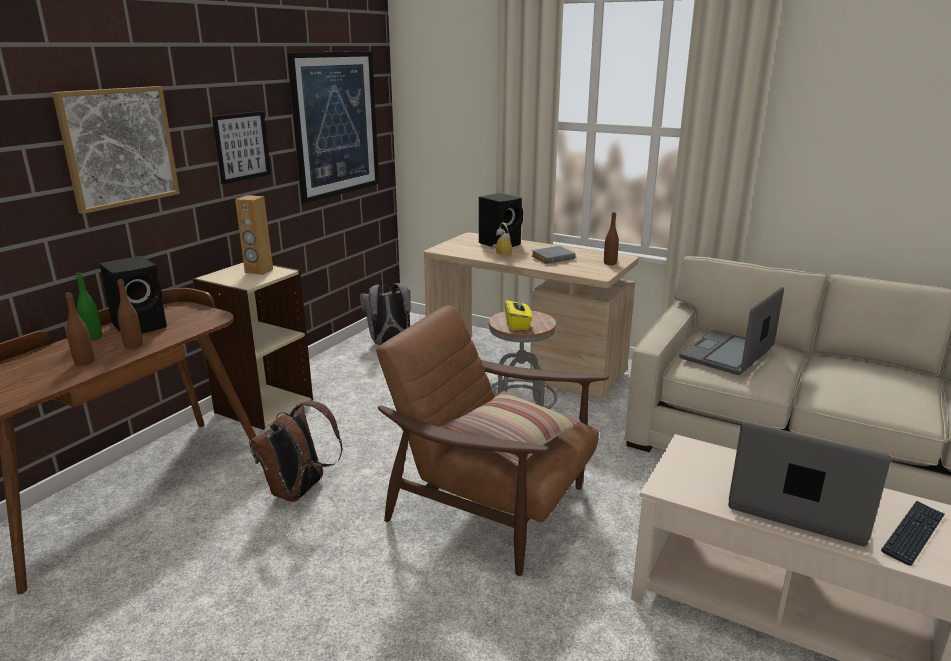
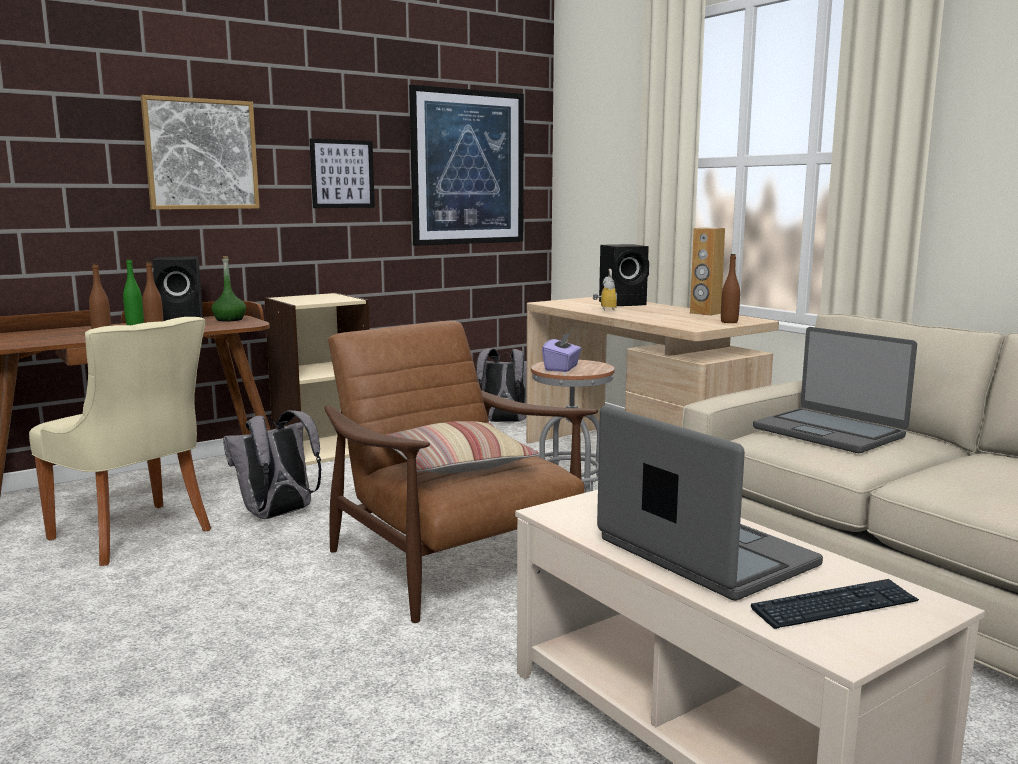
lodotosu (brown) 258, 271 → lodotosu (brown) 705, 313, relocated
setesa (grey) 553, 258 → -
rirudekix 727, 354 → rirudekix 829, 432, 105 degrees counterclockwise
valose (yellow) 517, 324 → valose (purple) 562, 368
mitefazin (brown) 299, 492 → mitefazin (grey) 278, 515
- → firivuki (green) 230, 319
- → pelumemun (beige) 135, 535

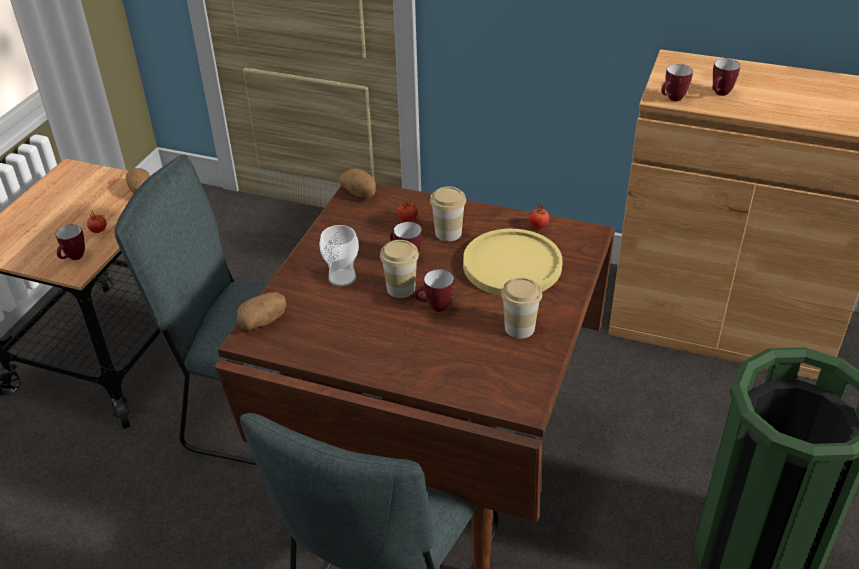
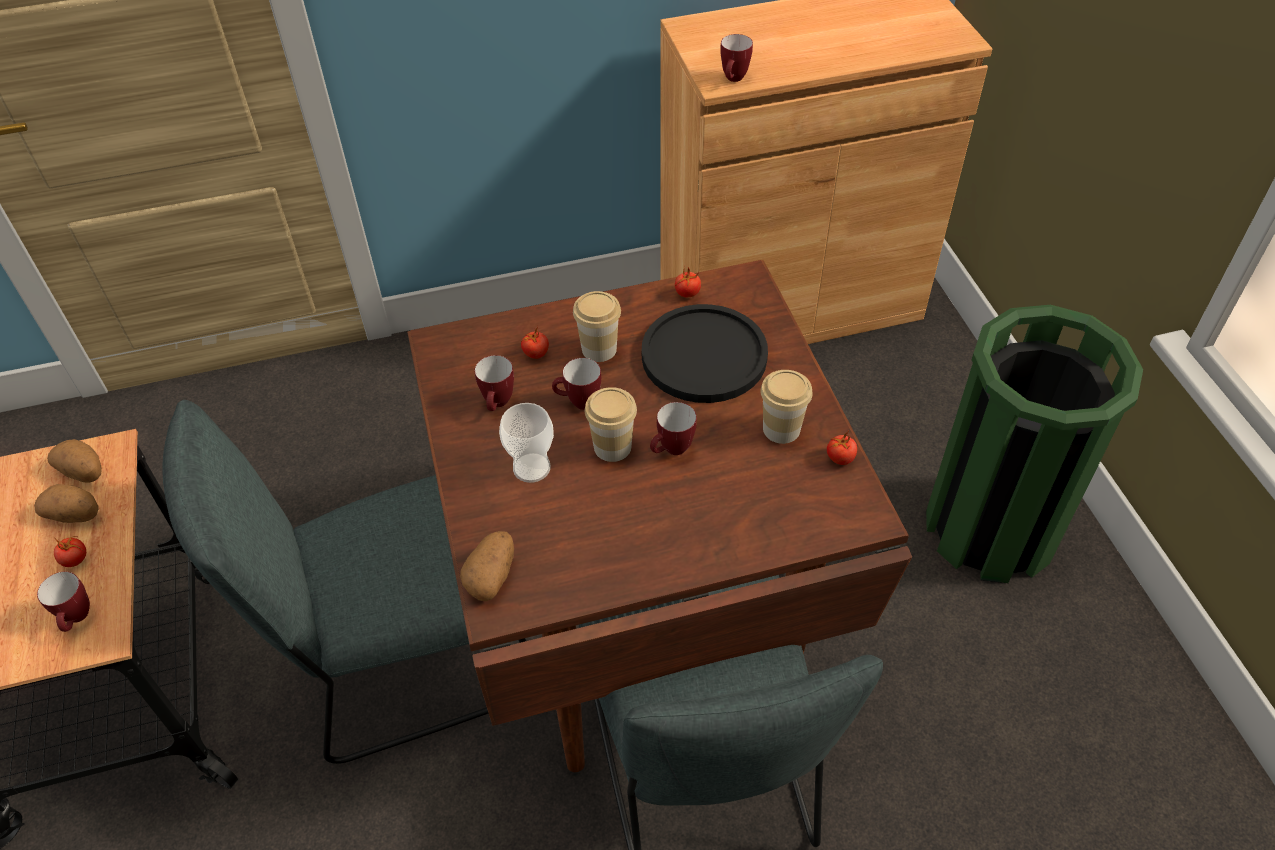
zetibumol 720, 94 → zetibumol 498, 404, relocated
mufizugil 360, 193 → mufizugil 75, 514, relocated
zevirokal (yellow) 512, 265 → zevirokal (black) 704, 355
- → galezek 840, 458

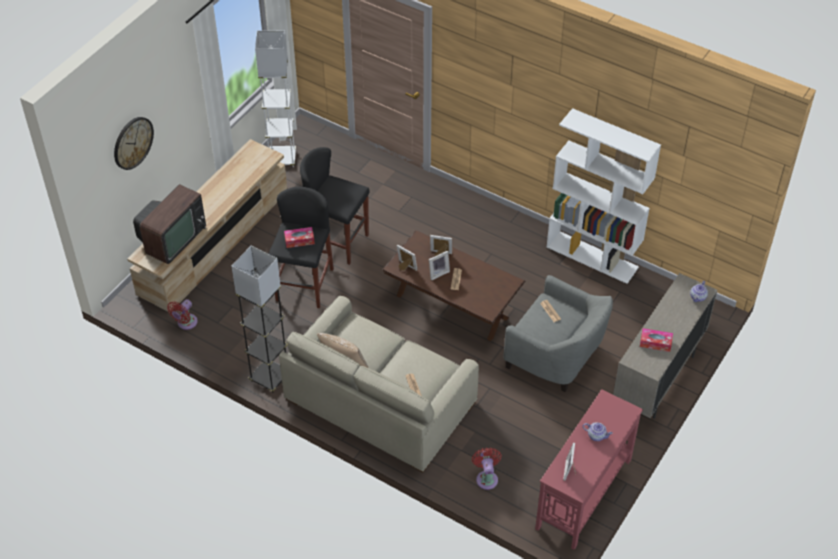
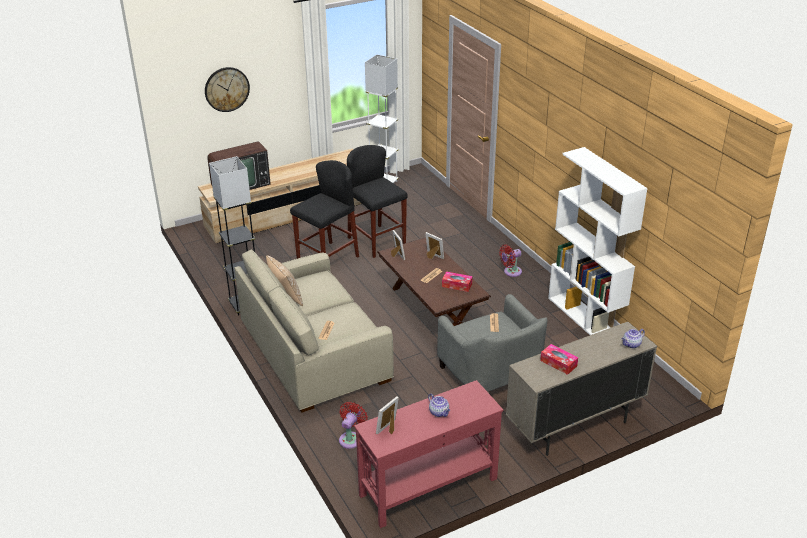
valose 299, 240 → valose 457, 285, relocated
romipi 438, 273 → -
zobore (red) 185, 323 → zobore (red) 511, 272, relocated

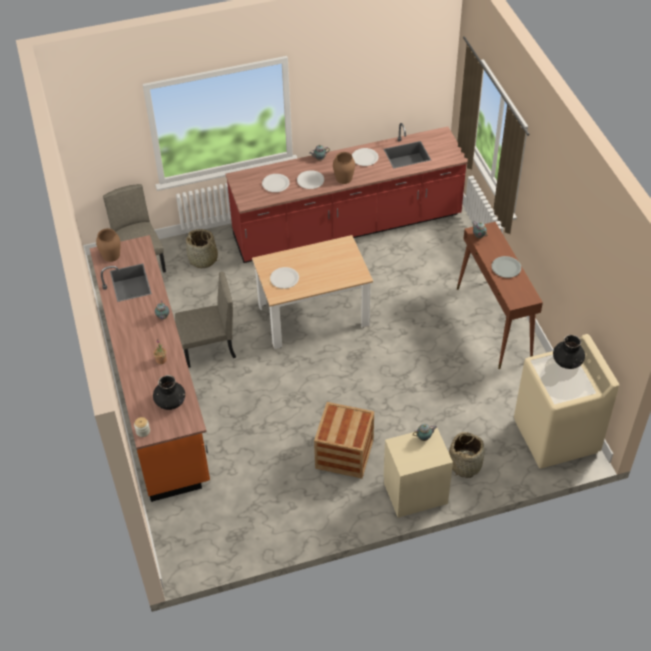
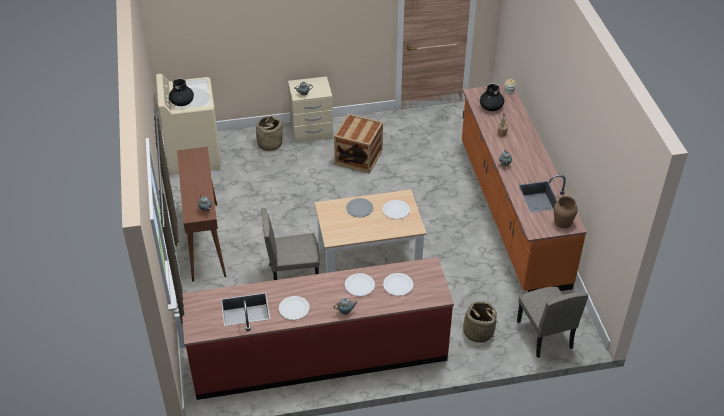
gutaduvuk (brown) 343, 178 → -
zevirokal (grey) 506, 267 → zevirokal (grey) 359, 208, relocated
pelumemun (beige) 208, 348 → pelumemun (beige) 293, 274, relocated

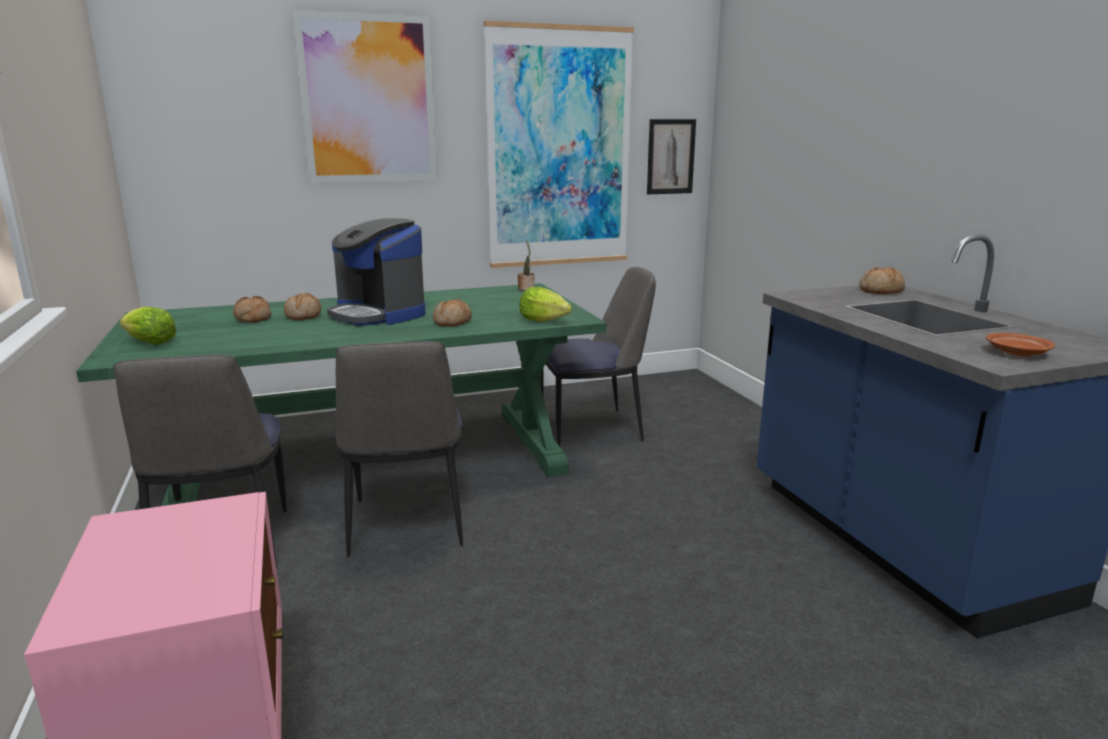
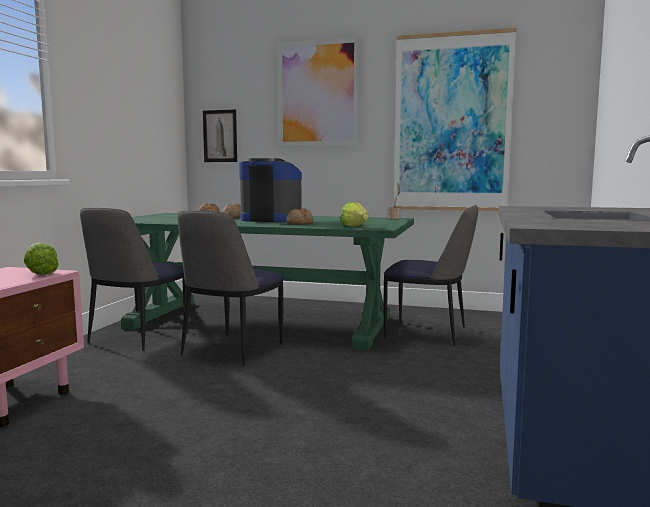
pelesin 670, 156 → pelesin 220, 136, relocated
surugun 378, 314 → surugun 271, 219, 120 degrees clockwise
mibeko 881, 291 → -
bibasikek 150, 343 → bibasikek 41, 273, relocated
zevirokal (brown) 1016, 353 → -

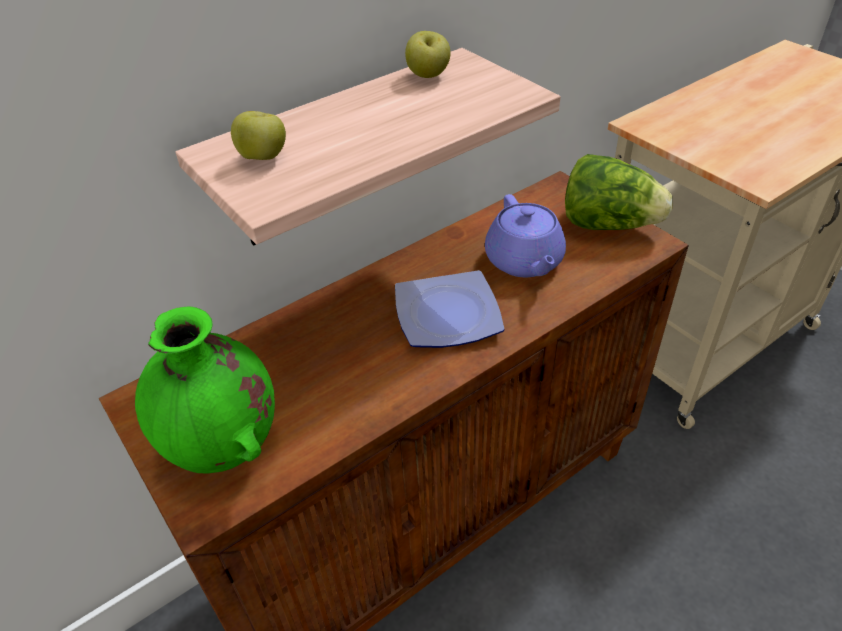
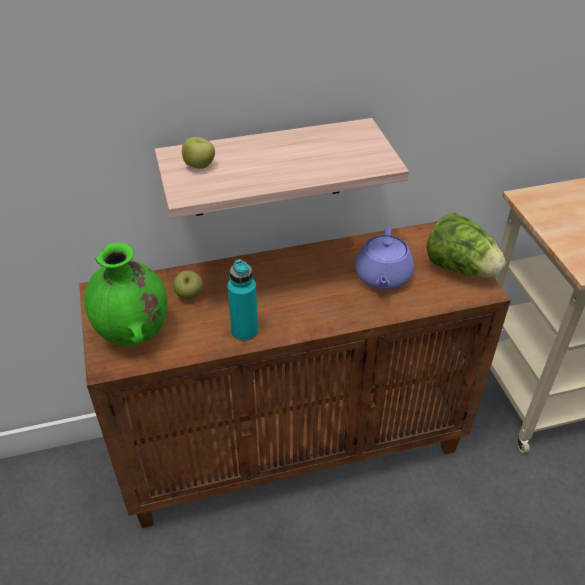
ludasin 428, 76 → ludasin 189, 296, relocated
zevirokal 446, 317 → -
- → firivuki (turquoise) 244, 331

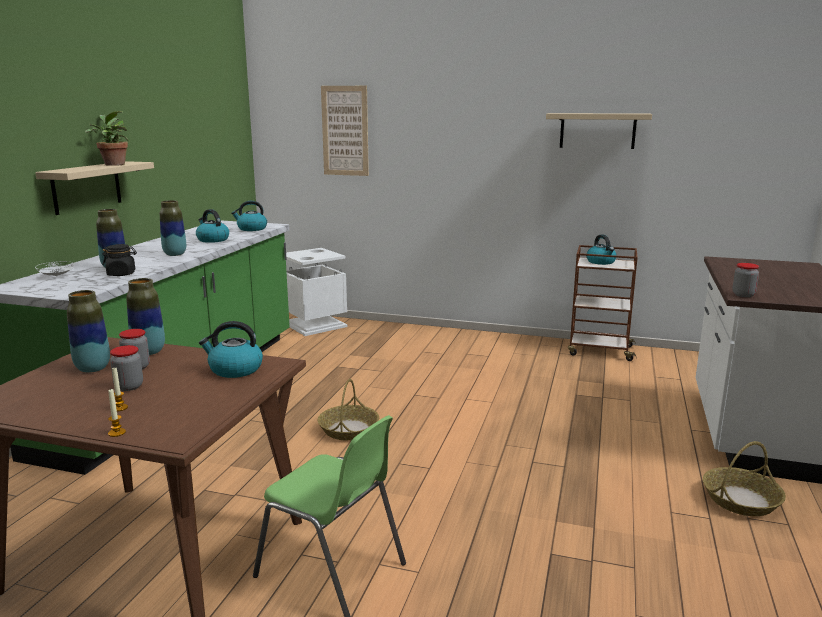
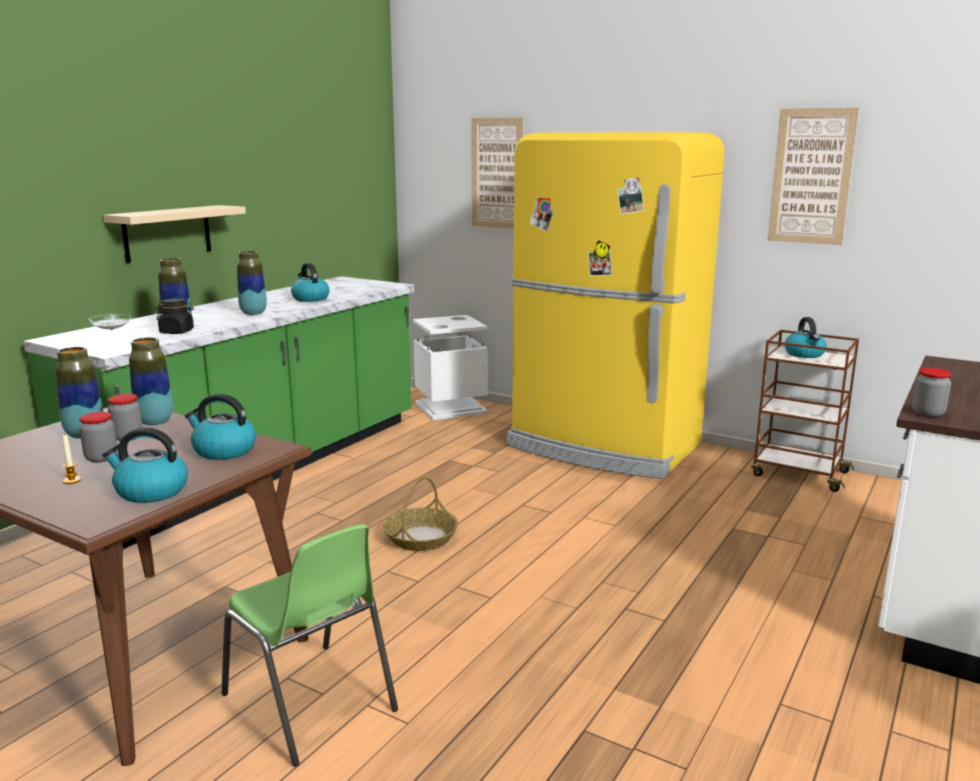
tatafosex 113, 164 → -
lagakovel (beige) 597, 130 → pelesin 811, 176
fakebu 251, 229 → fakebu 150, 491, relocated
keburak 117, 433 → -
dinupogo 741, 500 → -
- → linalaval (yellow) 604, 446

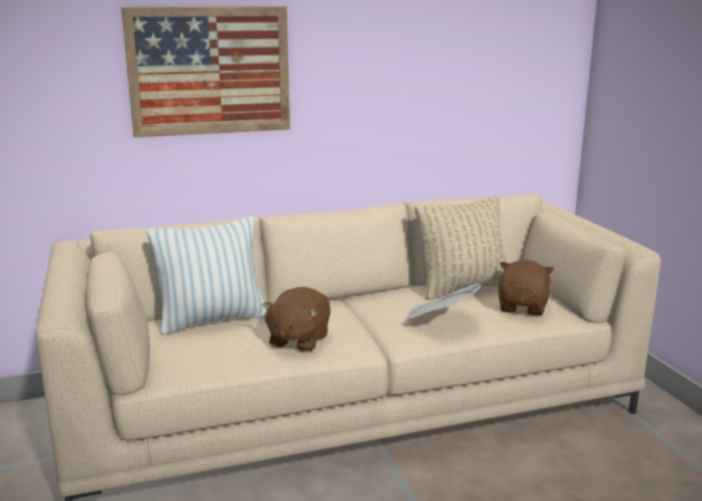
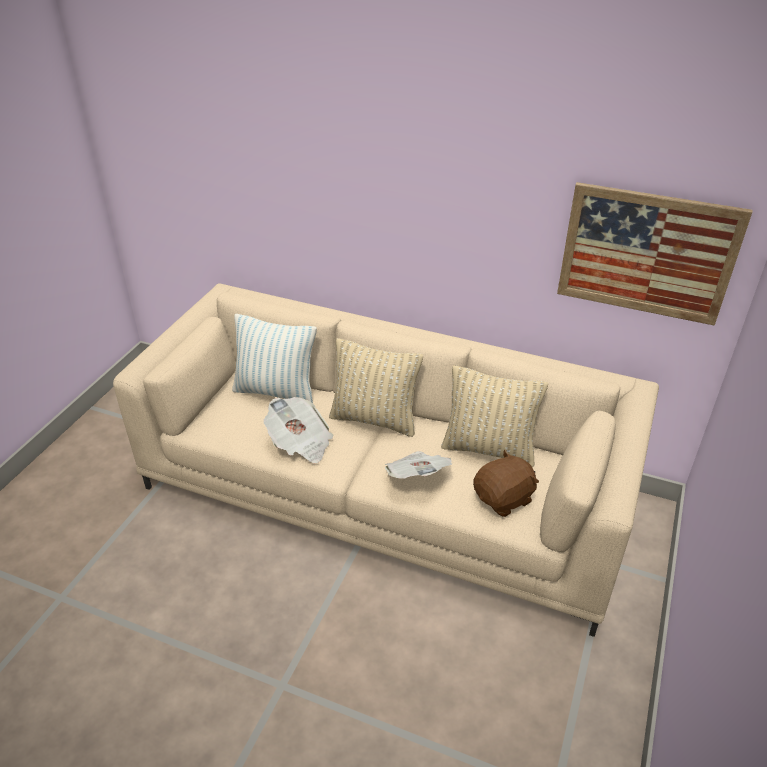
pelesin 209, 71 → pelesin 647, 253, relocated
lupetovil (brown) 298, 340 → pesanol 300, 443
- → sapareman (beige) 374, 419

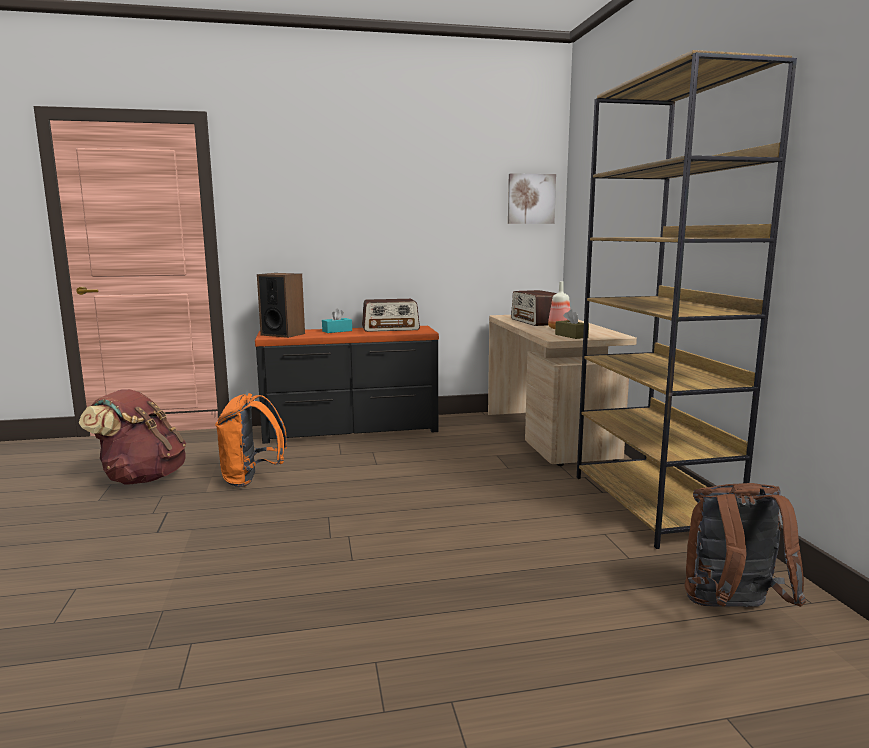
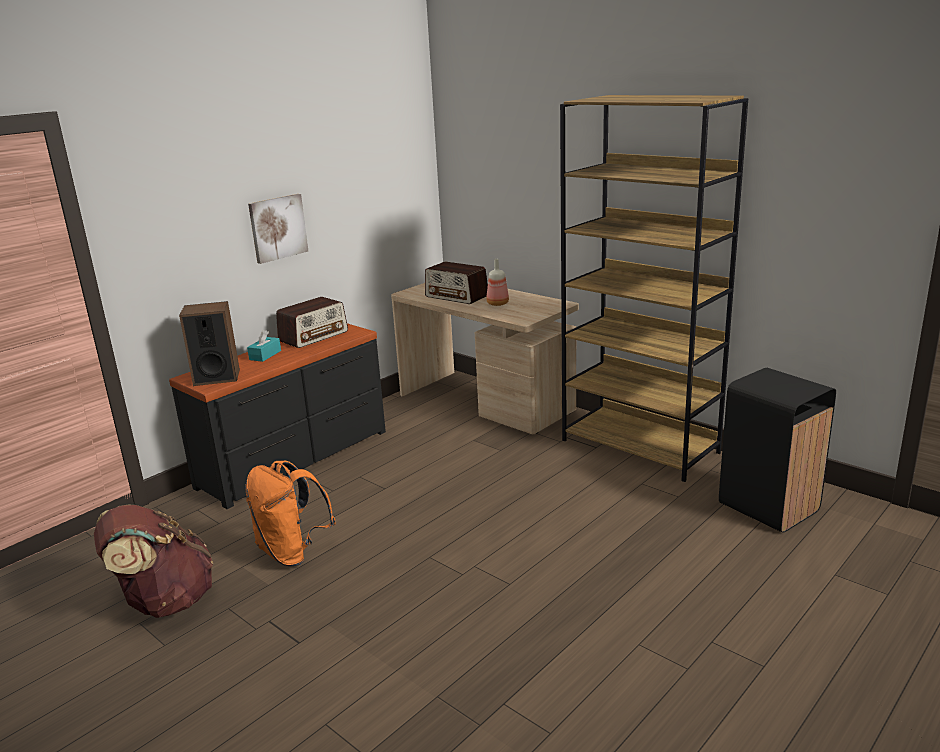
pelesin 531, 199 → pelesin 277, 228, relocated
valose (brown) 571, 336 → -
mitefazin (brown) 731, 609 → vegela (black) 768, 508

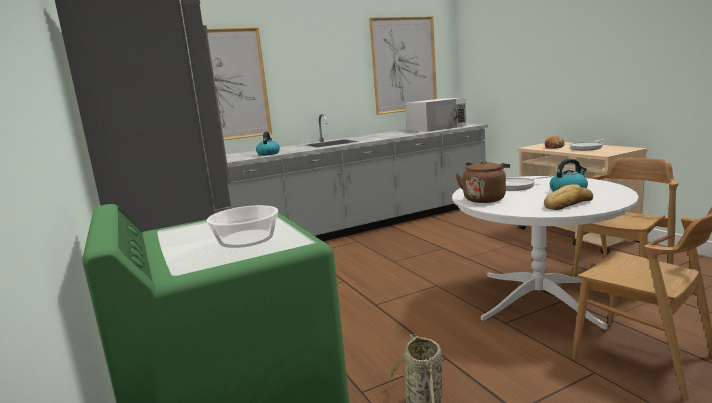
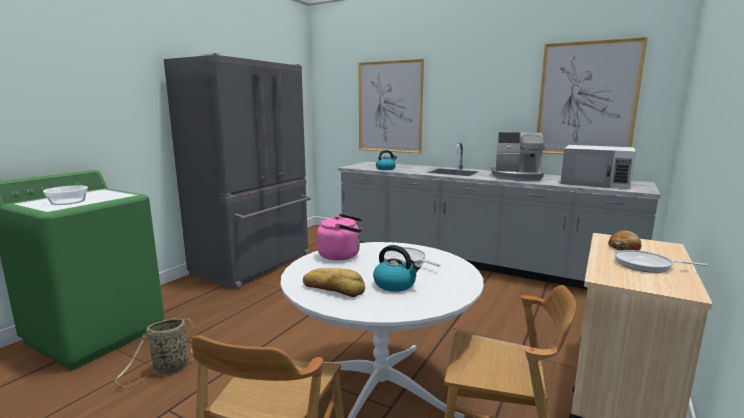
fakebu (brown) 484, 199 → fakebu (pink) 342, 255
- → surugun 517, 177

